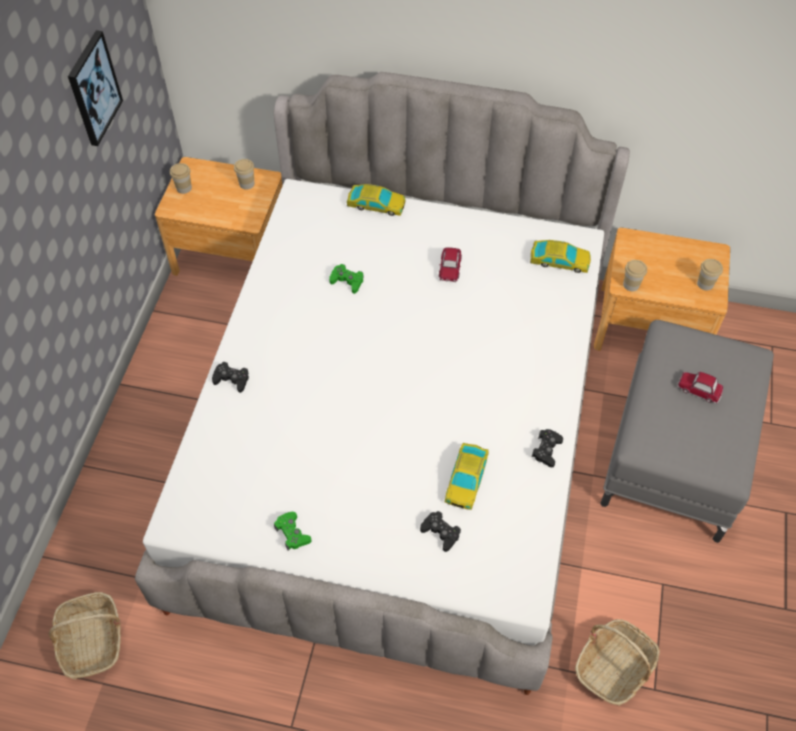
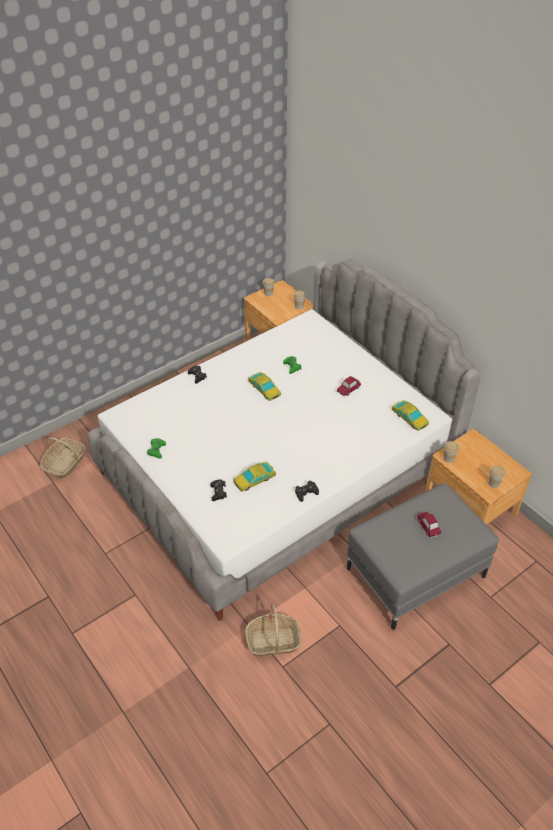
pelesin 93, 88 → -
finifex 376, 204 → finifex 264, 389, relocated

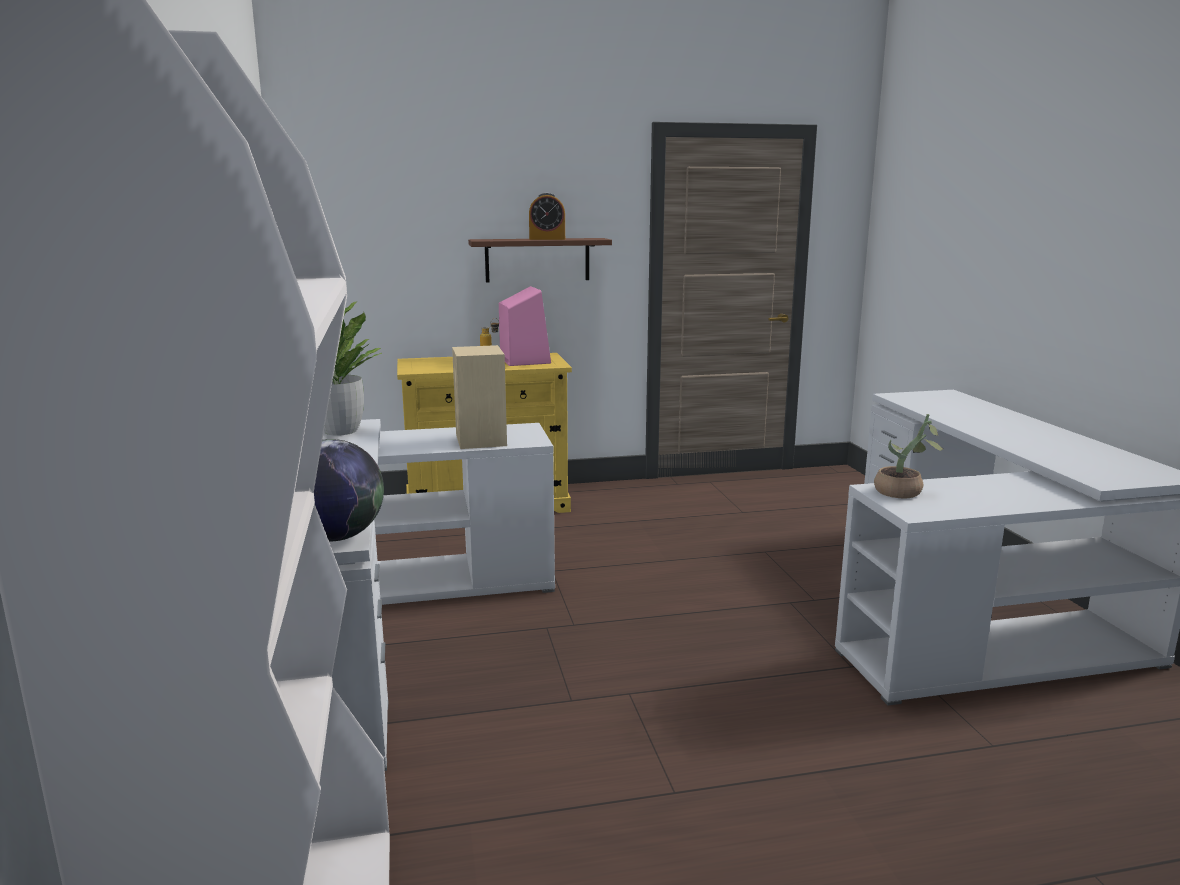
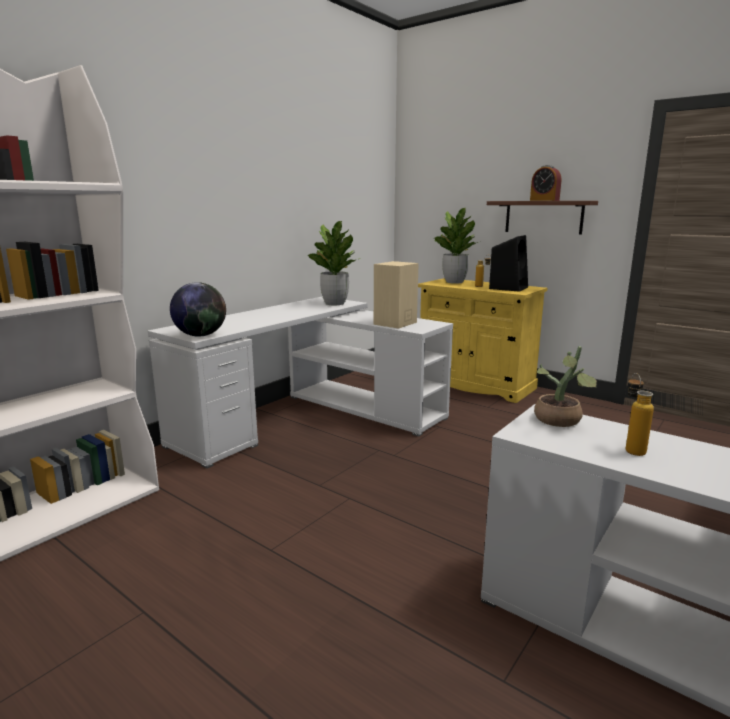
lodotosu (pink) 524, 360 → lodotosu (black) 508, 288
- → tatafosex 454, 282
- → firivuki 631, 448

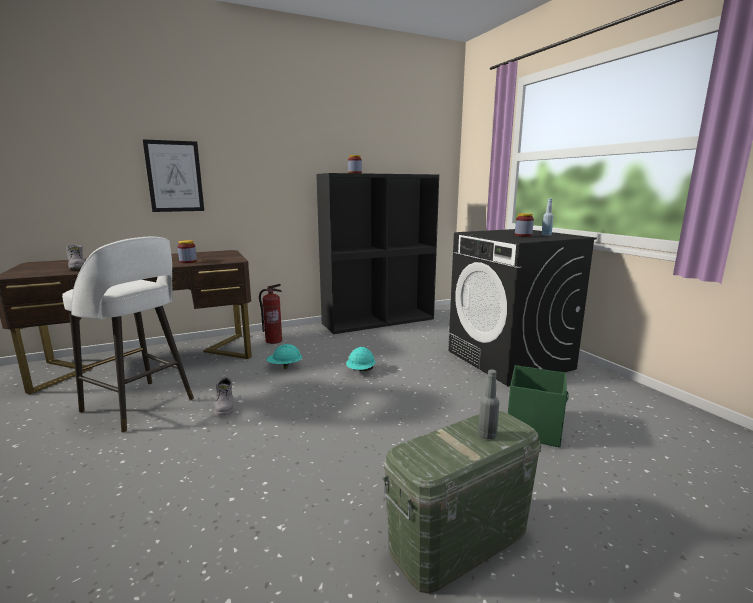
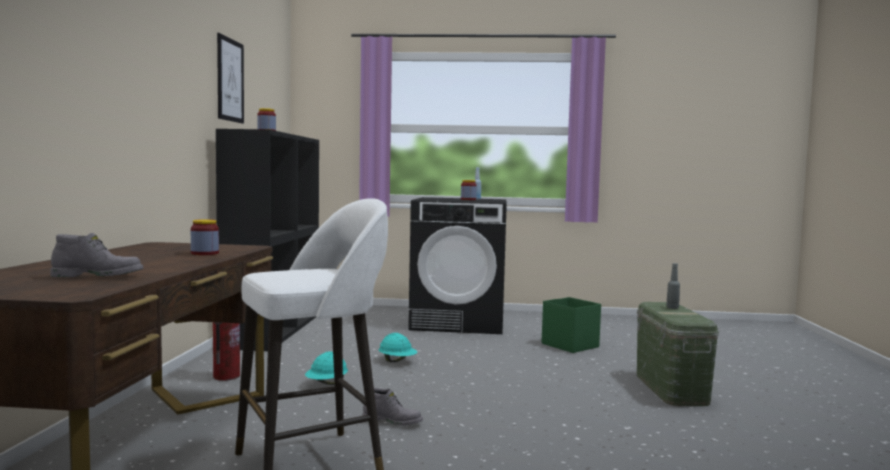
pelesin 174, 176 → pelesin 230, 80, relocated

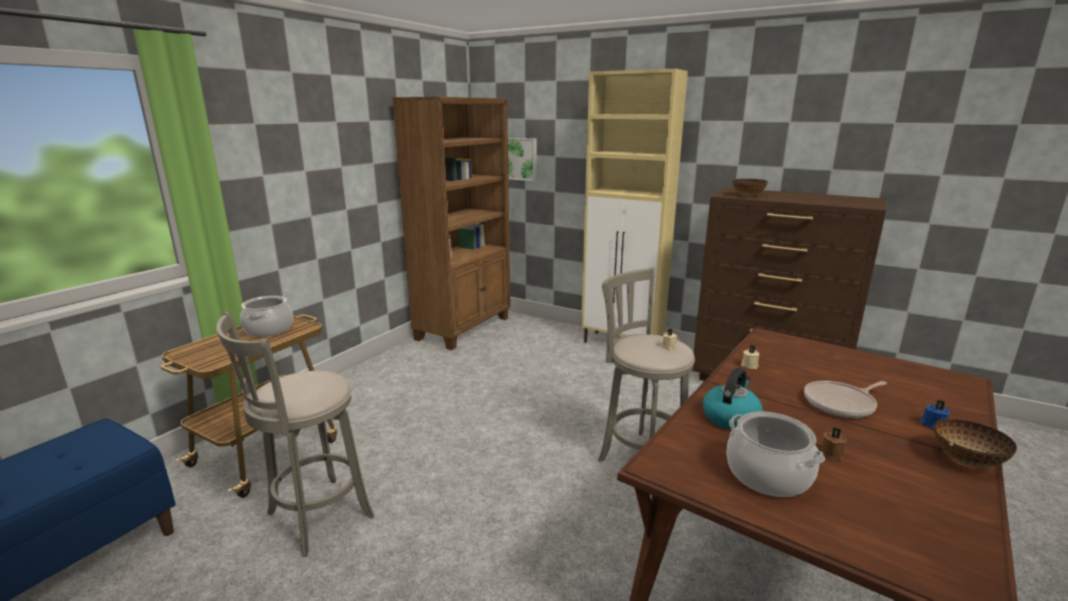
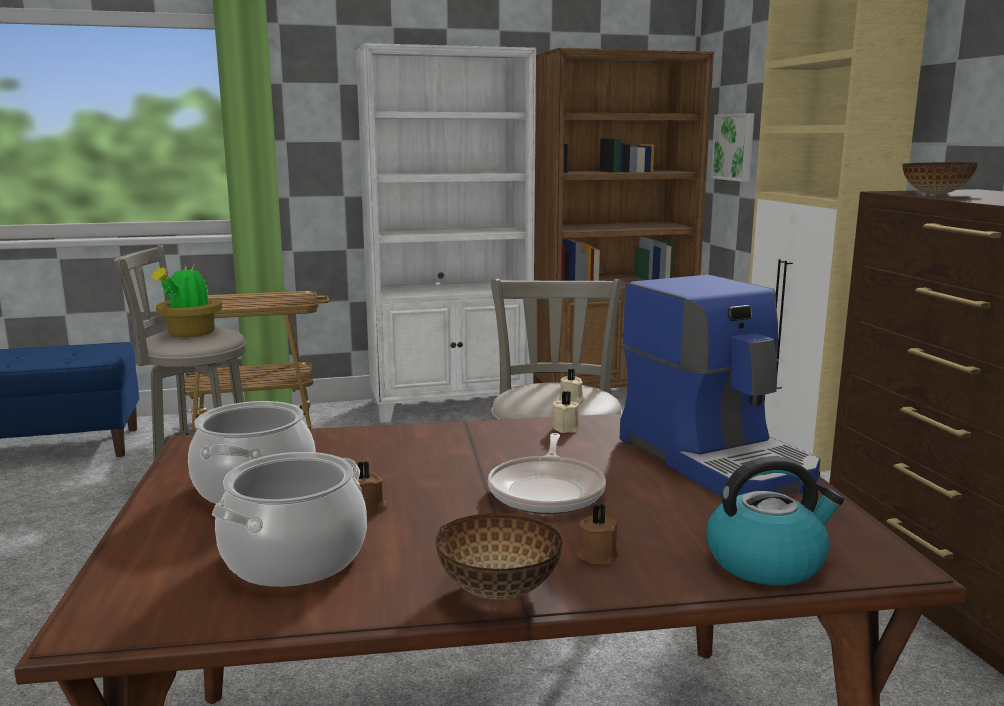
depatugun 269, 329 → depatugun 295, 558, relocated
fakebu 730, 417 → fakebu 766, 562, relocated
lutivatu 841, 404 → lutivatu 548, 491, 105 degrees counterclockwise
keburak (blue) 932, 424 → keburak (brown) 597, 555
- → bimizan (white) 451, 406
- → tatafosex 190, 334
- → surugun 717, 459

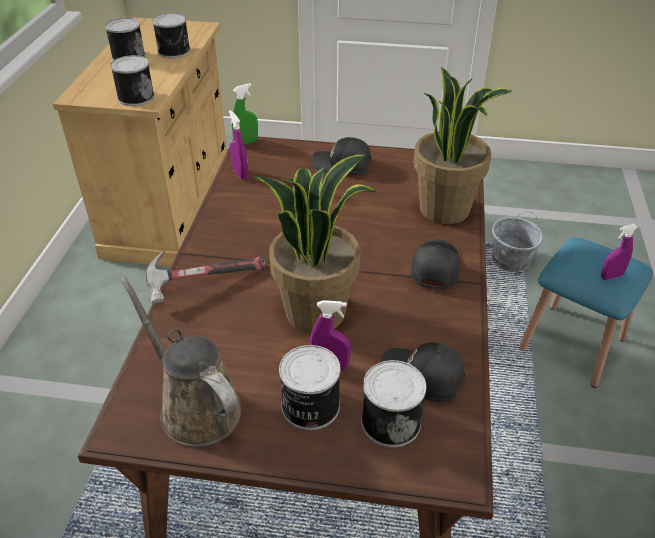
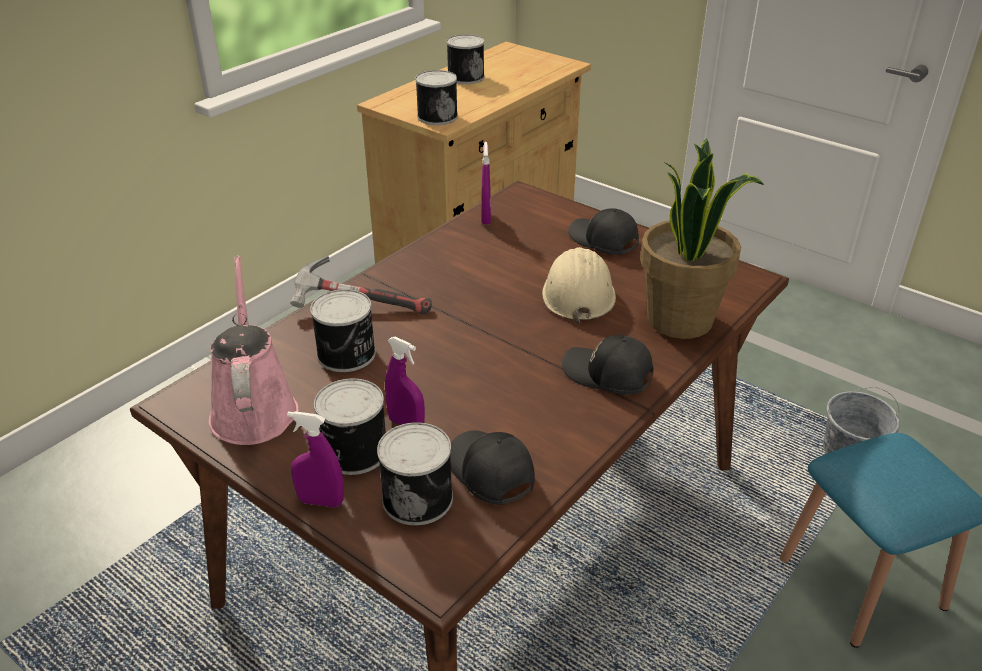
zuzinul 174, 51 → zuzinul 347, 354, relocated
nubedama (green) 246, 142 → -
tatafosex 316, 311 → -
nubedama (purple) 611, 276 → nubedama (purple) 321, 501, relocated
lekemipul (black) 434, 268 → lekemipul (black) 607, 374, 105 degrees counterclockwise
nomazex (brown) 195, 406 → nomazex (pink) 253, 408
- → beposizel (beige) 577, 293

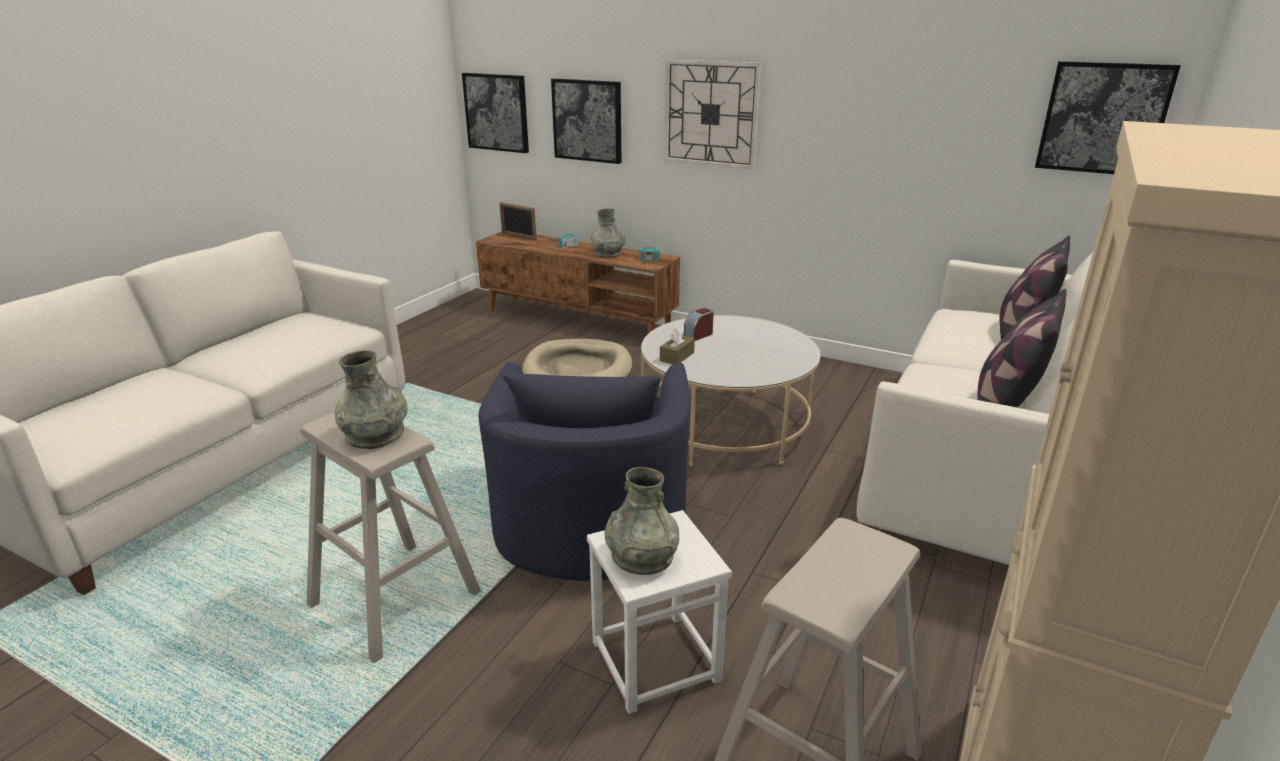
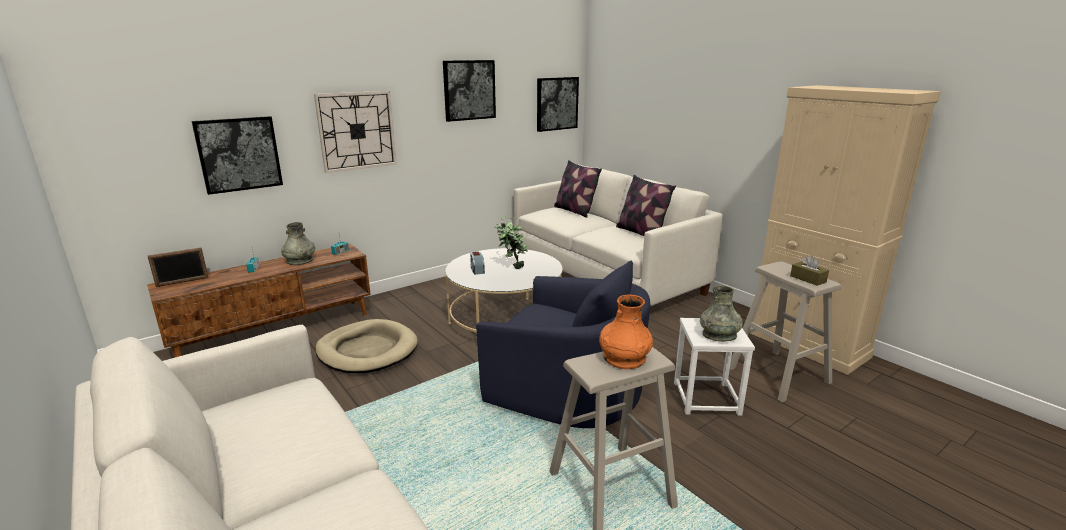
pelesin 497, 112 → pelesin 469, 90, relocated
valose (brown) 677, 357 → valose (brown) 808, 279, relocated
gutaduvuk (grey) 375, 434 → gutaduvuk (orange) 624, 358
- → tatafosex 512, 267

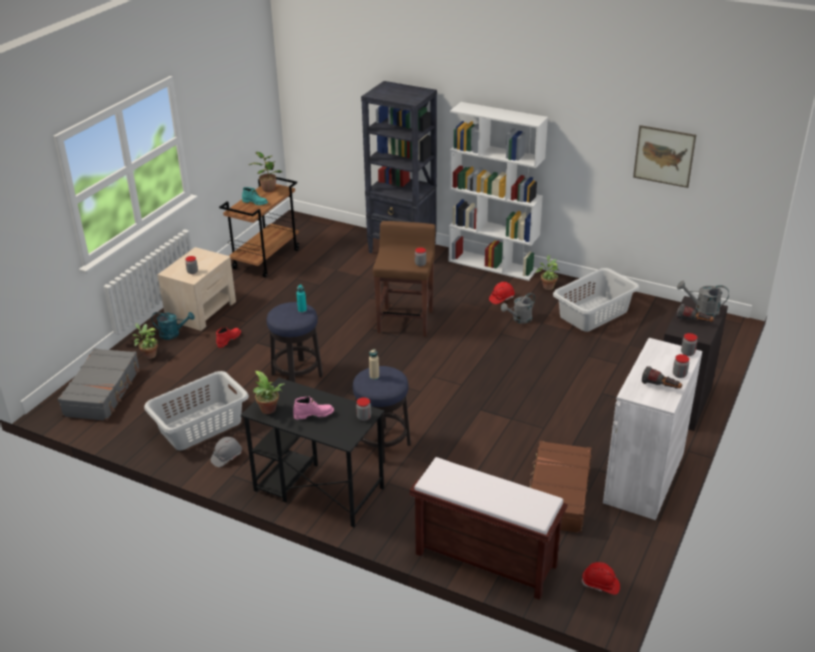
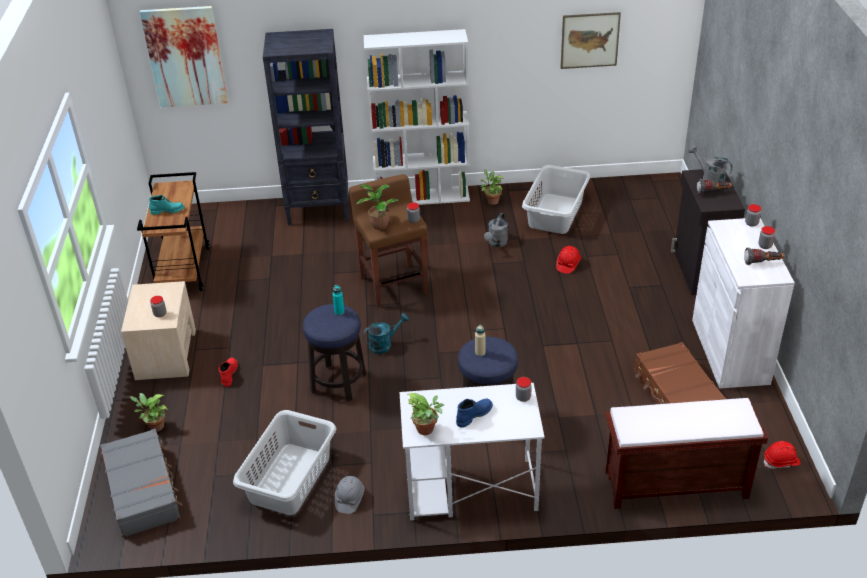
tatafosex 268, 189 → tatafosex 378, 225, relocated
nomazex (grey) 702, 311 → nomazex (grey) 709, 179, 60 degrees clockwise
beposizel (red) 501, 298 → beposizel (red) 568, 264, relocated
nomazex (turquoise) 173, 334 → nomazex (turquoise) 384, 344, relocated
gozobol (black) 317, 489 → gozobol (white) 469, 489
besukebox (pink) 314, 414 → besukebox (blue) 474, 415
- → pelesin 185, 57

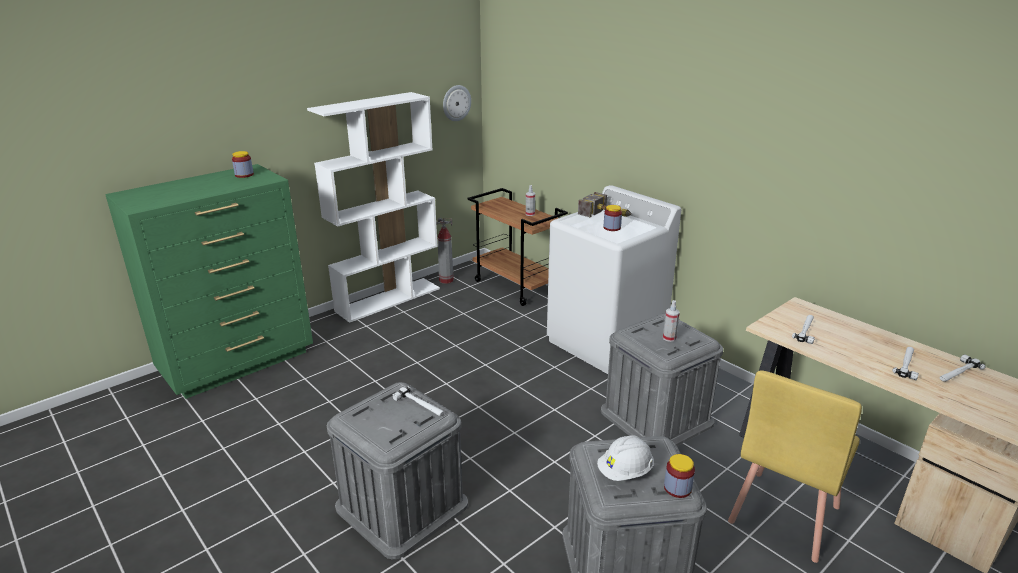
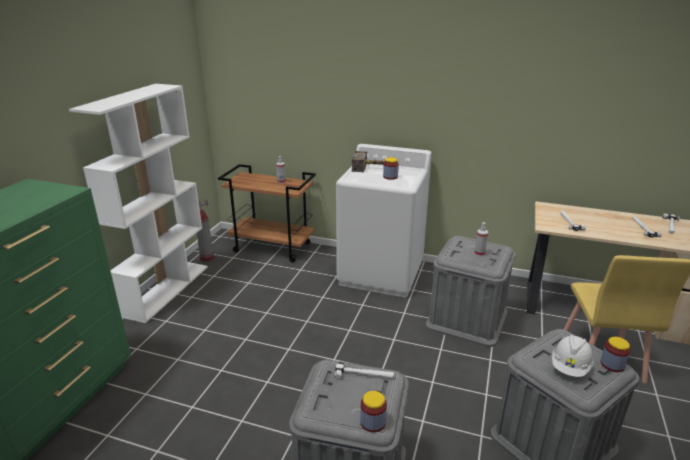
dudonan 456, 103 → -
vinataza 244, 175 → vinataza 373, 422, relocated

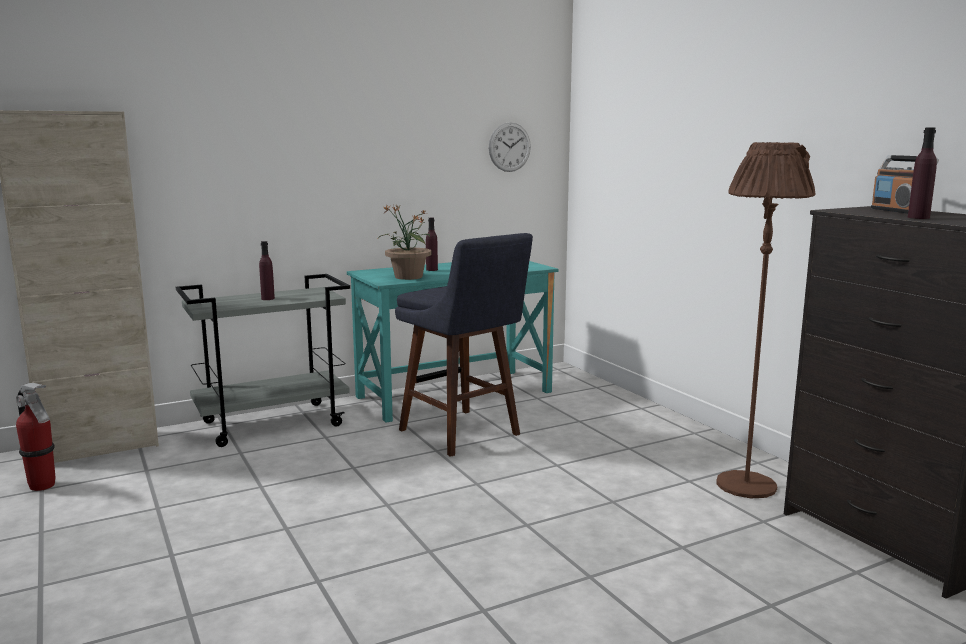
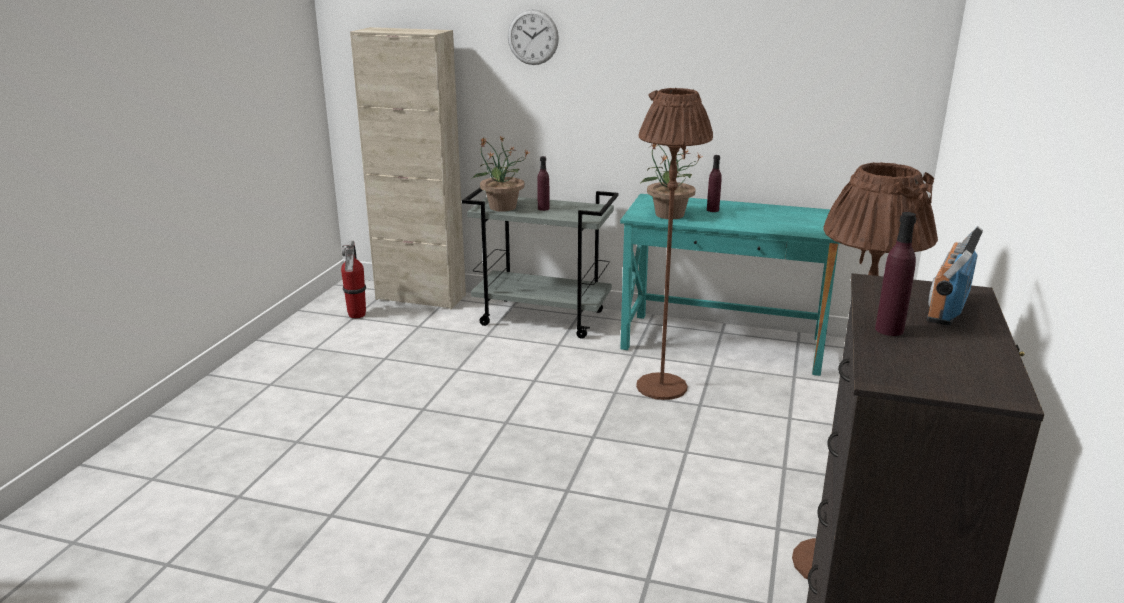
dudonan 509, 147 → dudonan 533, 37, relocated
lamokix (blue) 464, 434 → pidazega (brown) 661, 387
- → tatafosex 501, 207

